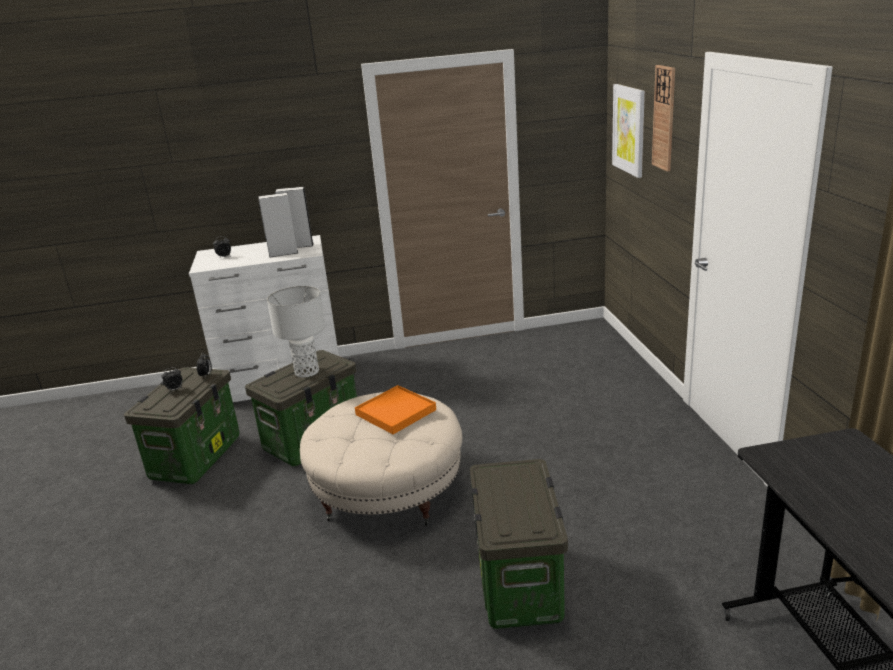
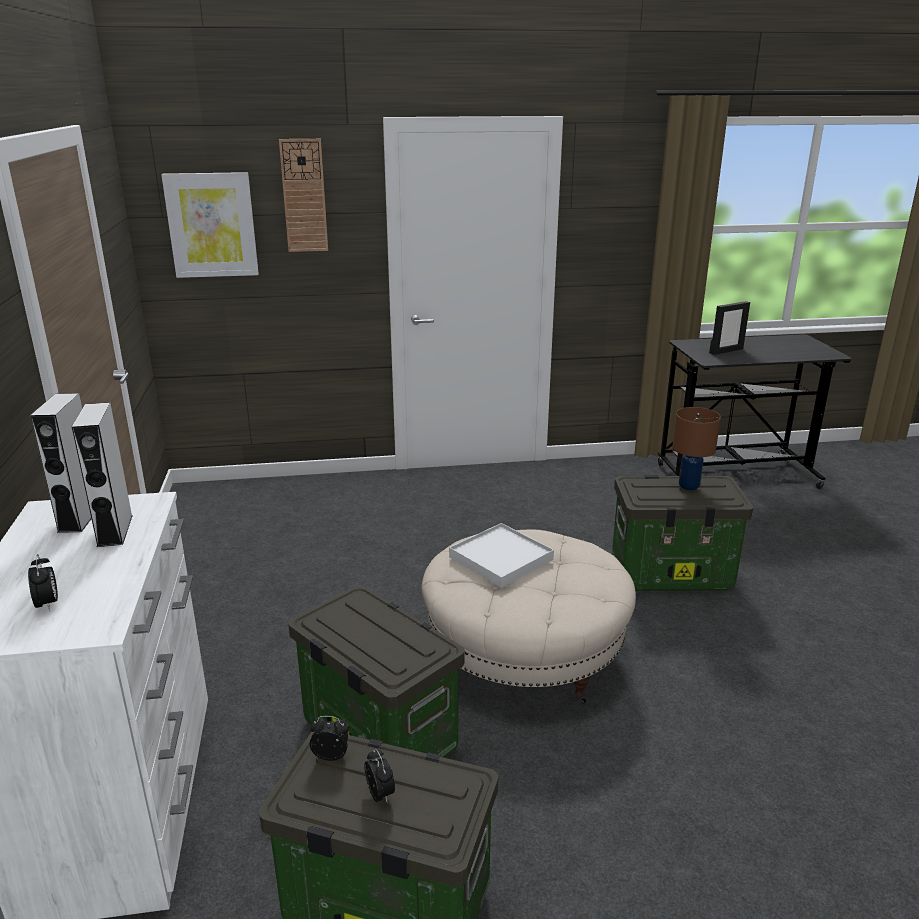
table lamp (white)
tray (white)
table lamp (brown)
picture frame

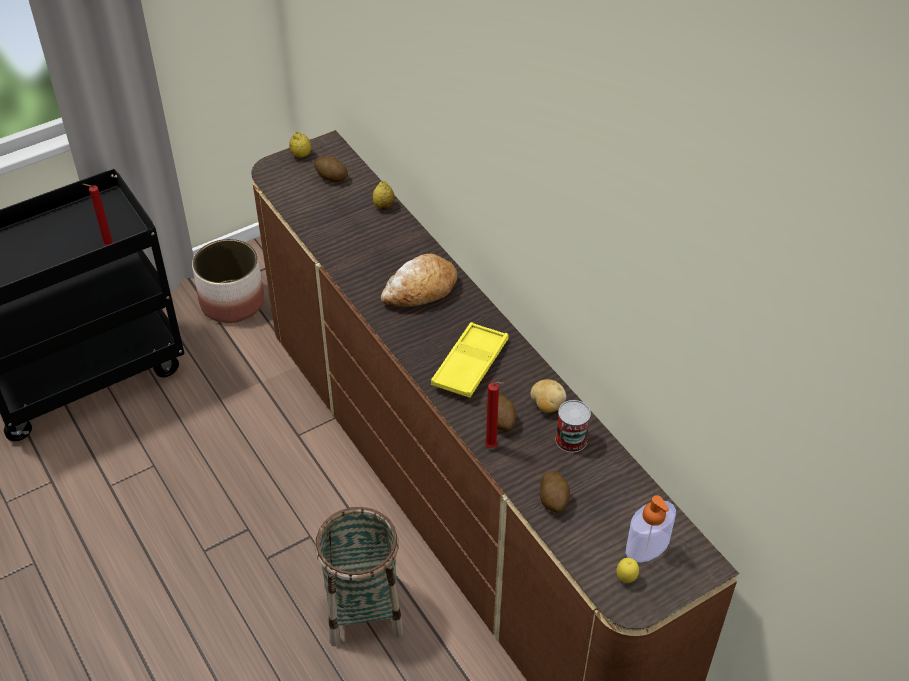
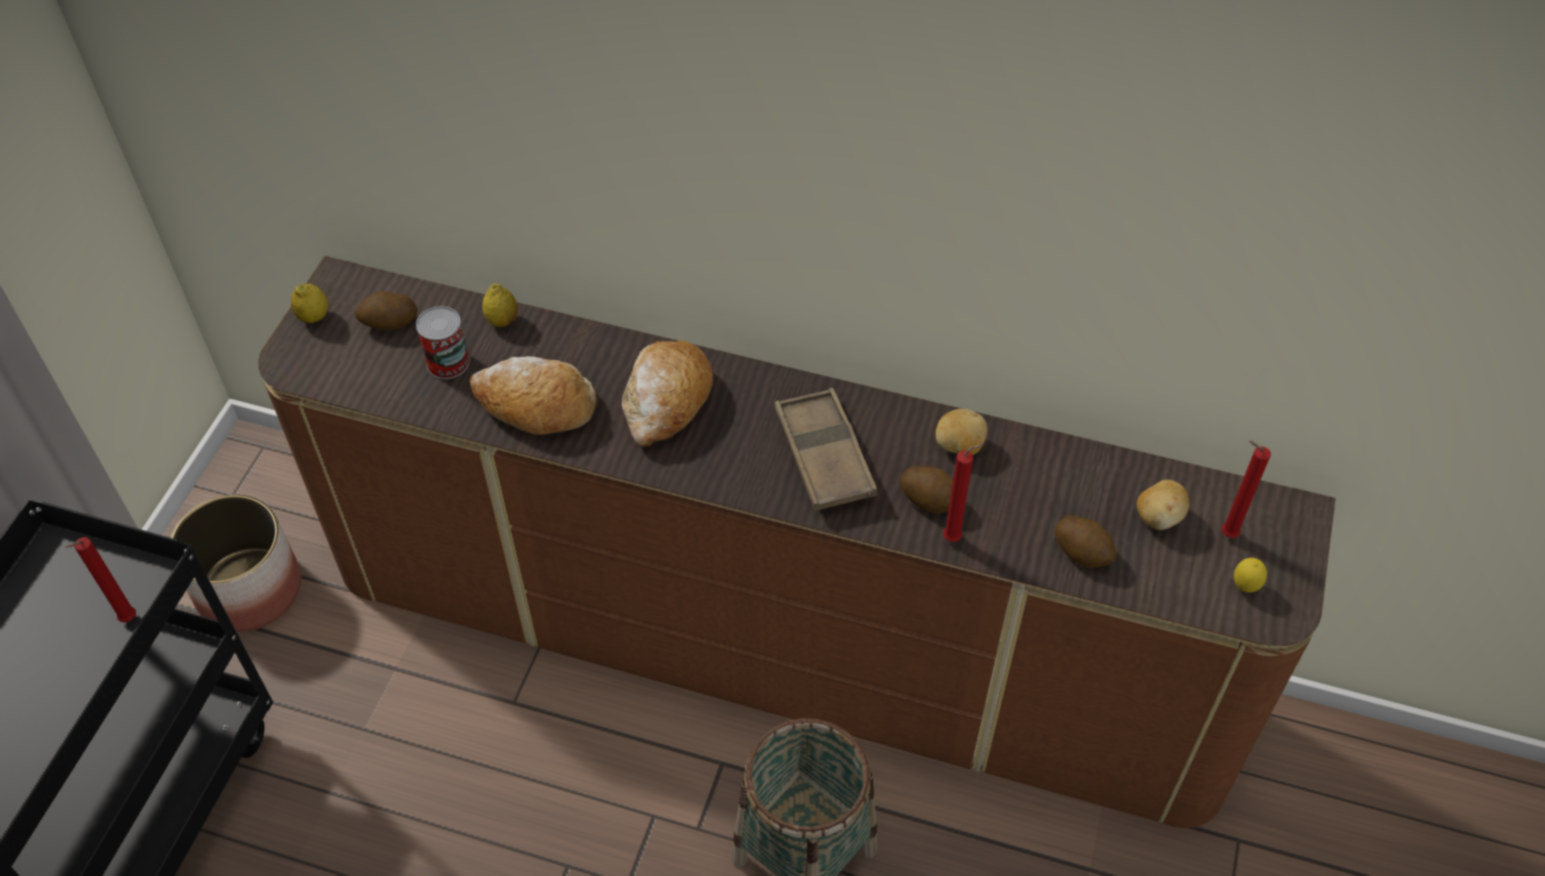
tray (brown)
can
candle (red) (3rd from left)
bread (1st from left)
potato (5th from left)

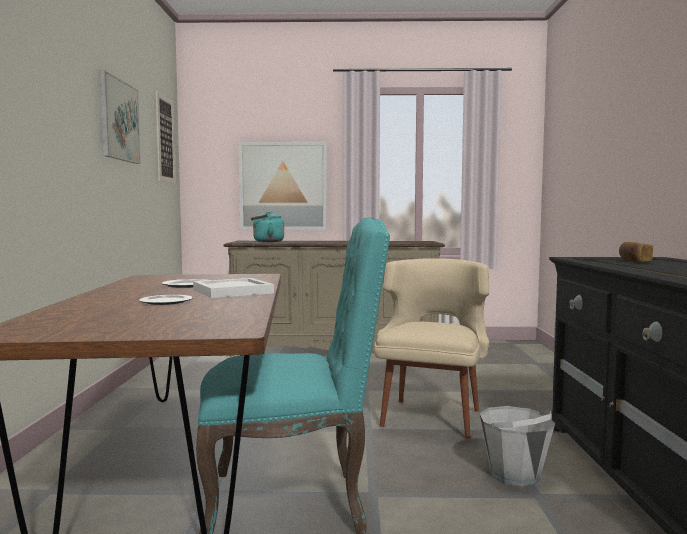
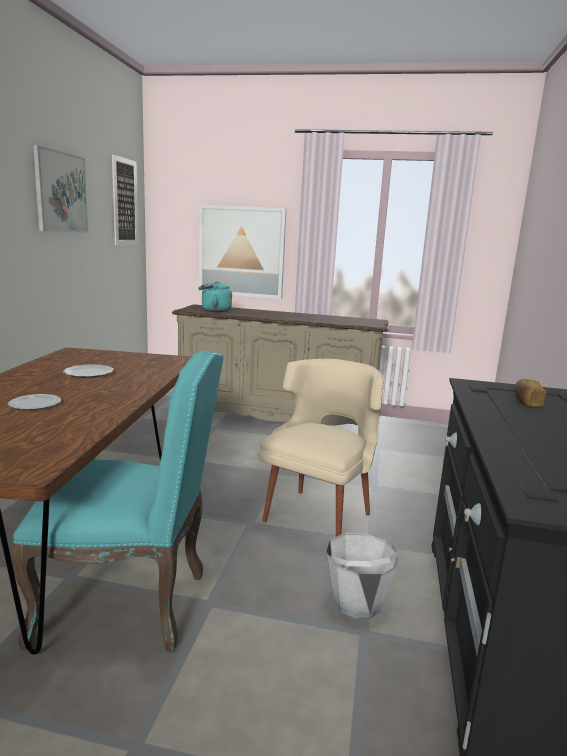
tray (white)

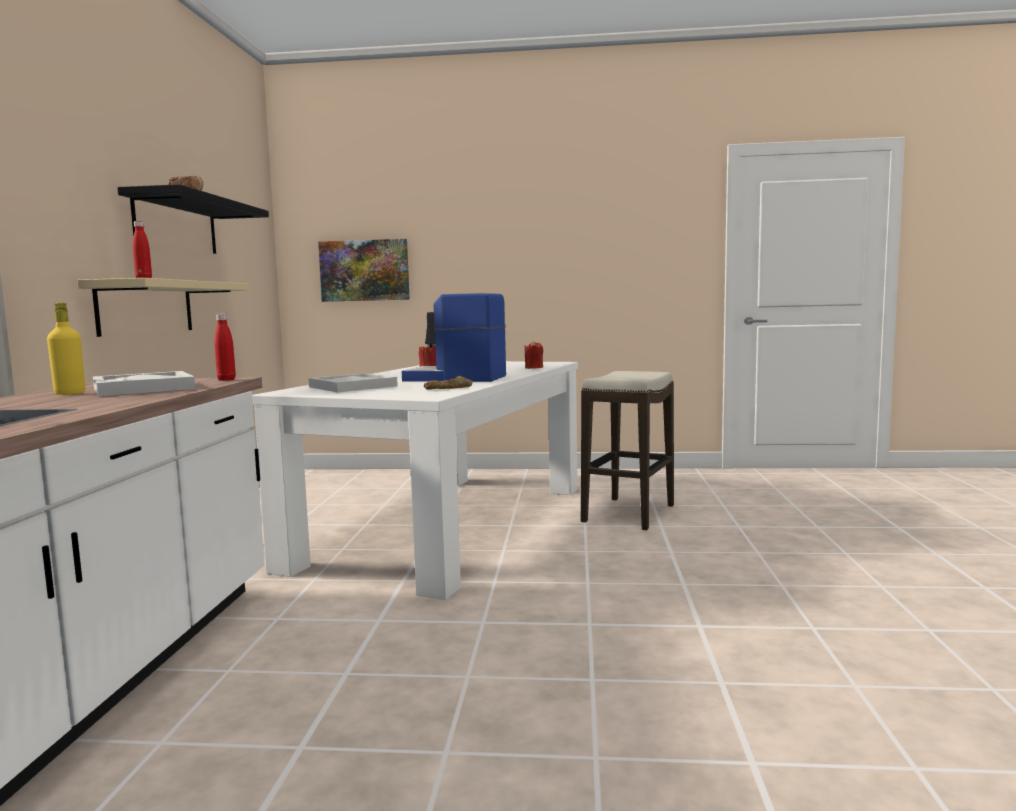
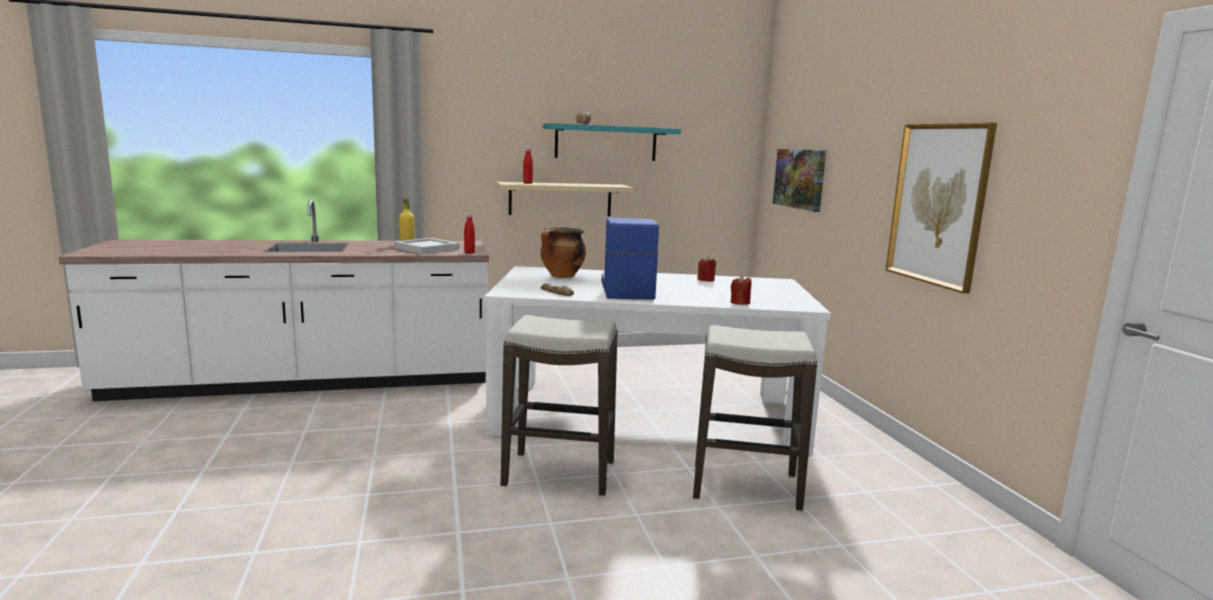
shelf (turquoise)
cooking pot
stool (1st from left)
picture (2nd from left)

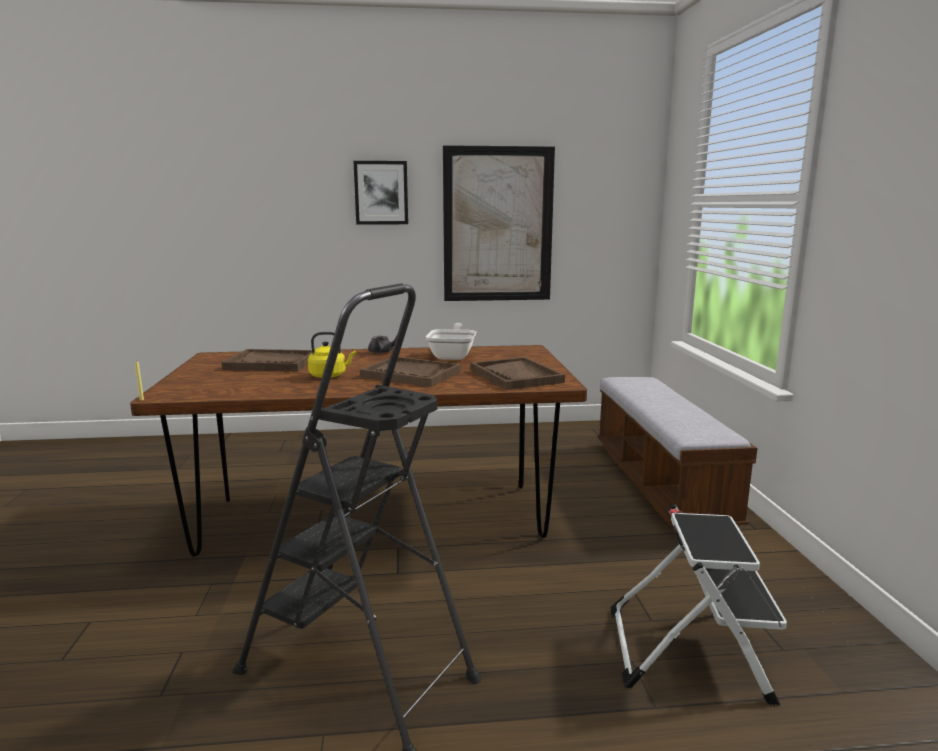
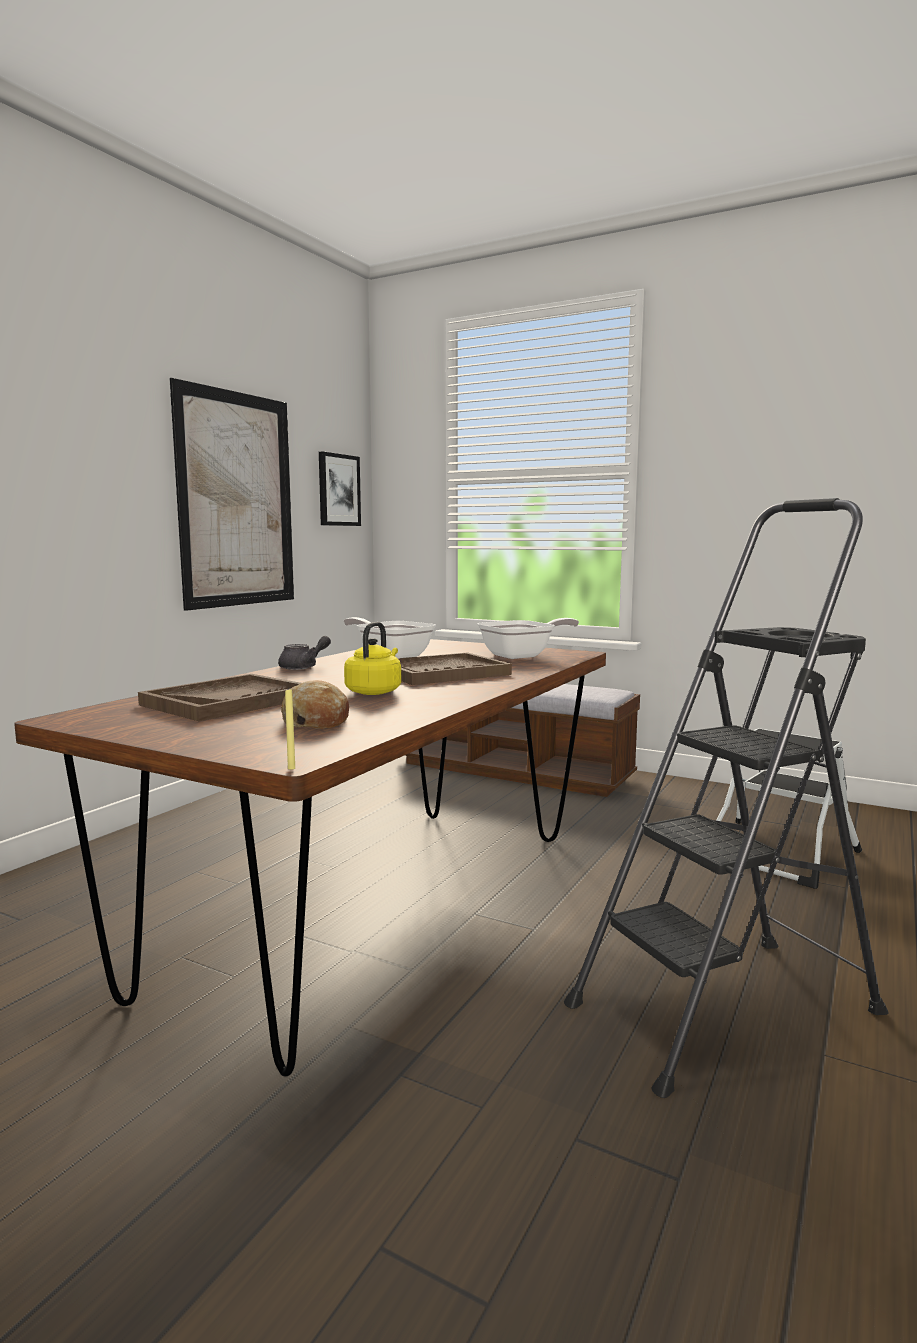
picture (2nd from left)
frying pan (2nd from left)
bread

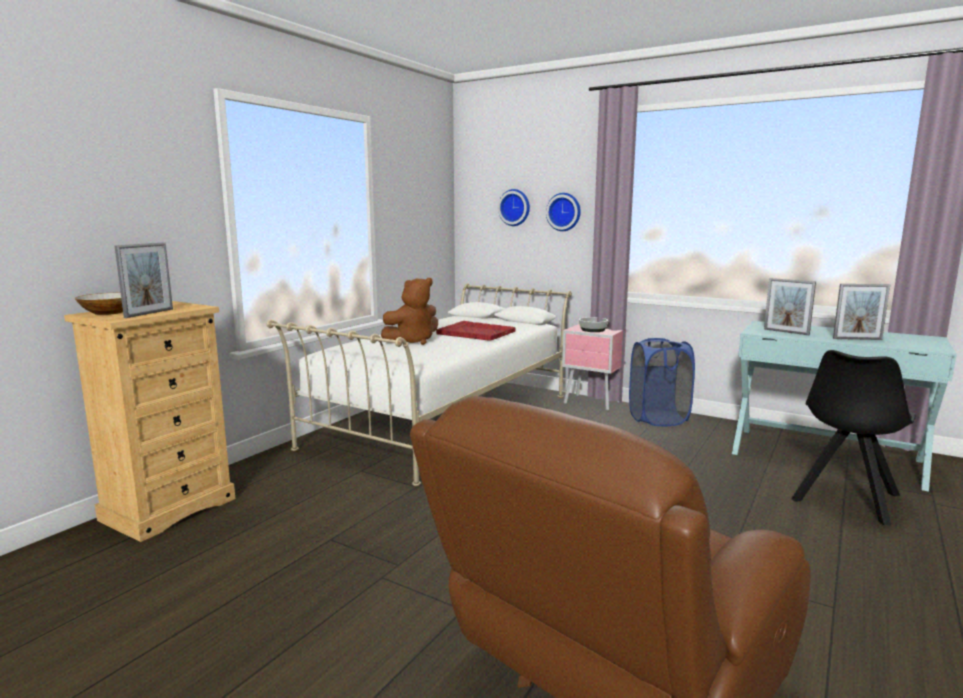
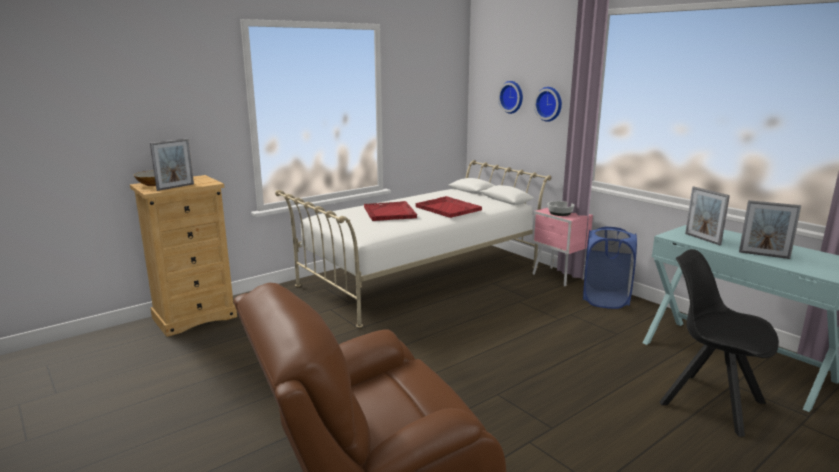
tray (red) (1st from left)
chair (black)

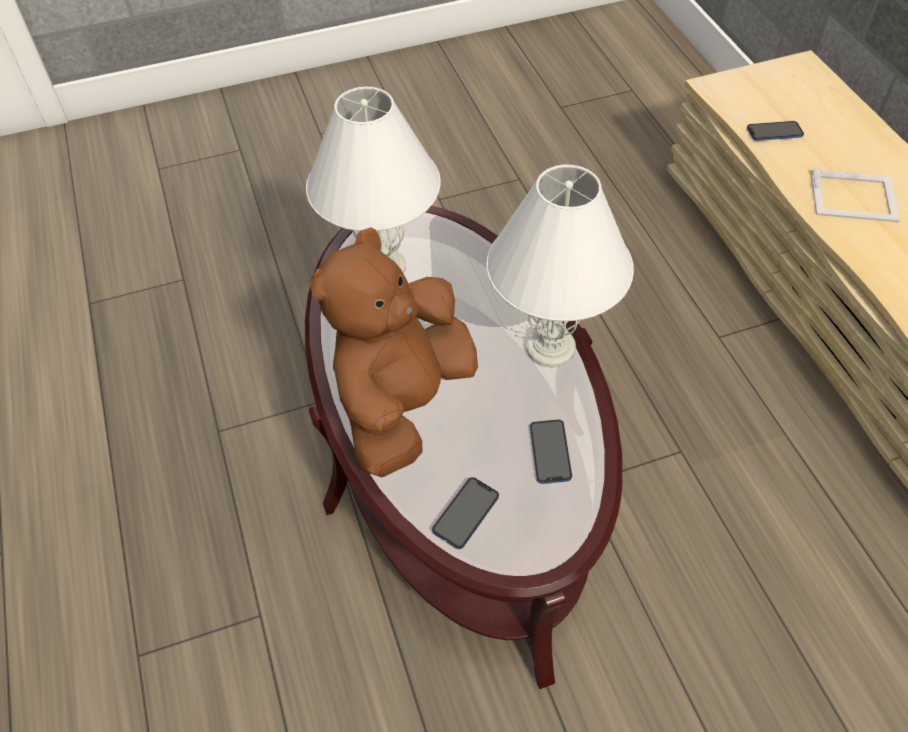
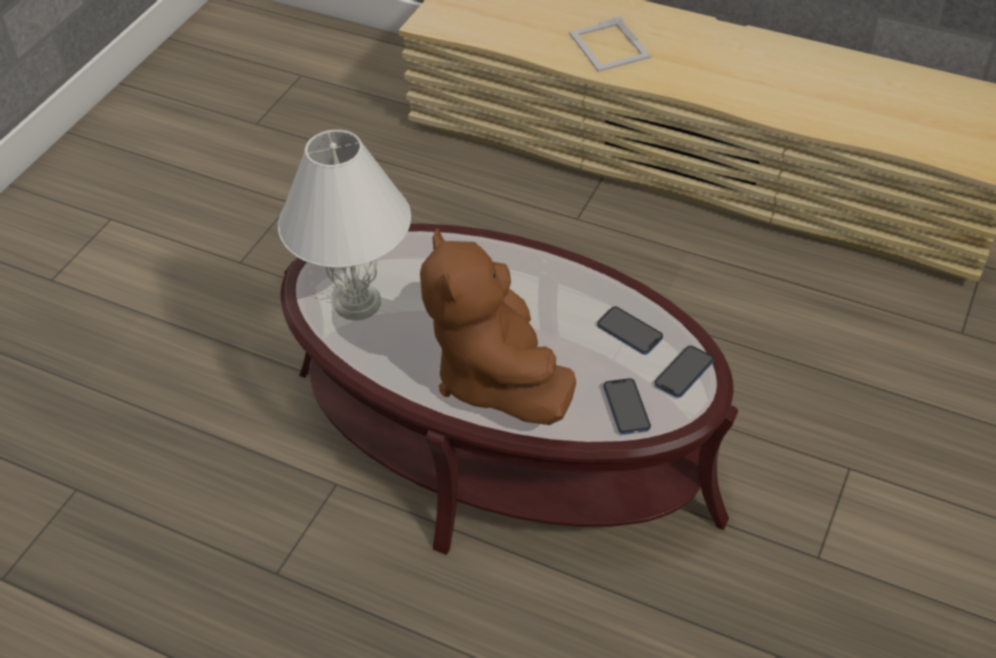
table lamp (white) (2nd from left in the first image)
phone (3rd from left)
picture frame

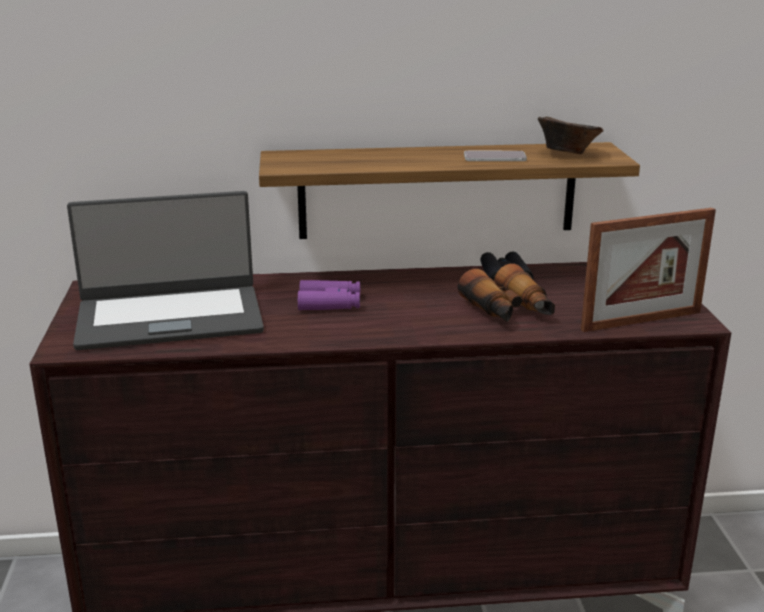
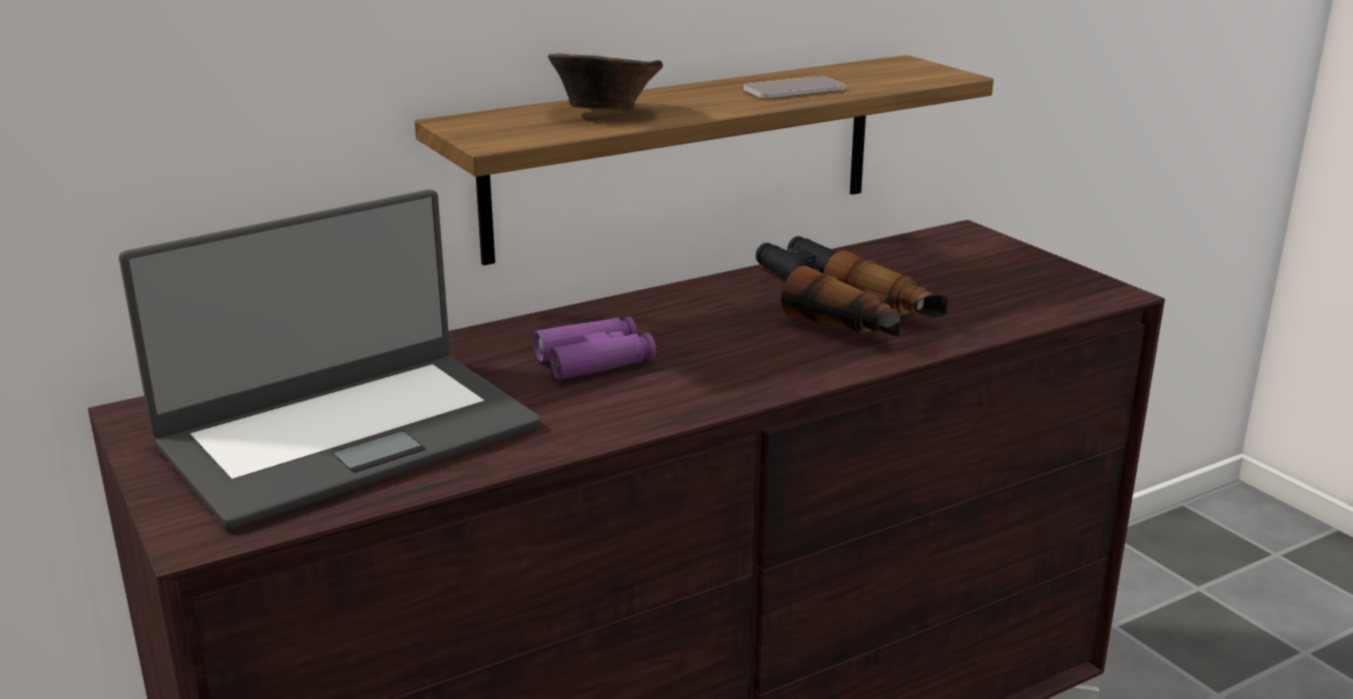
bowl (brown)
picture frame

